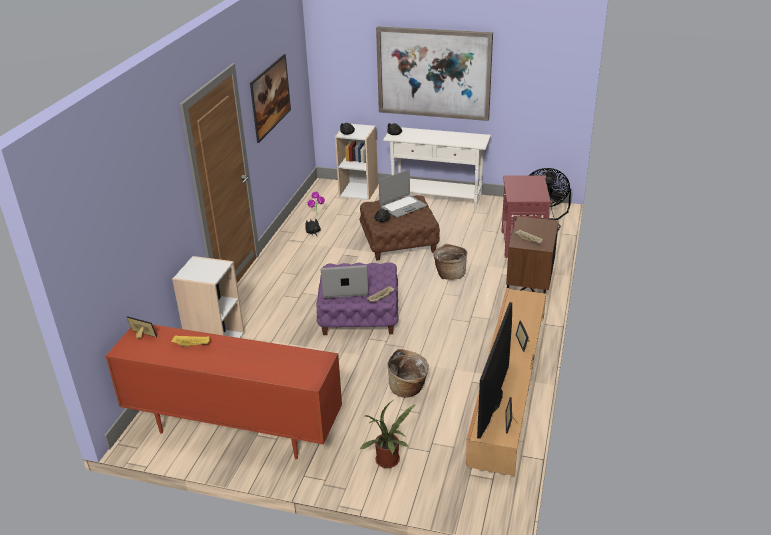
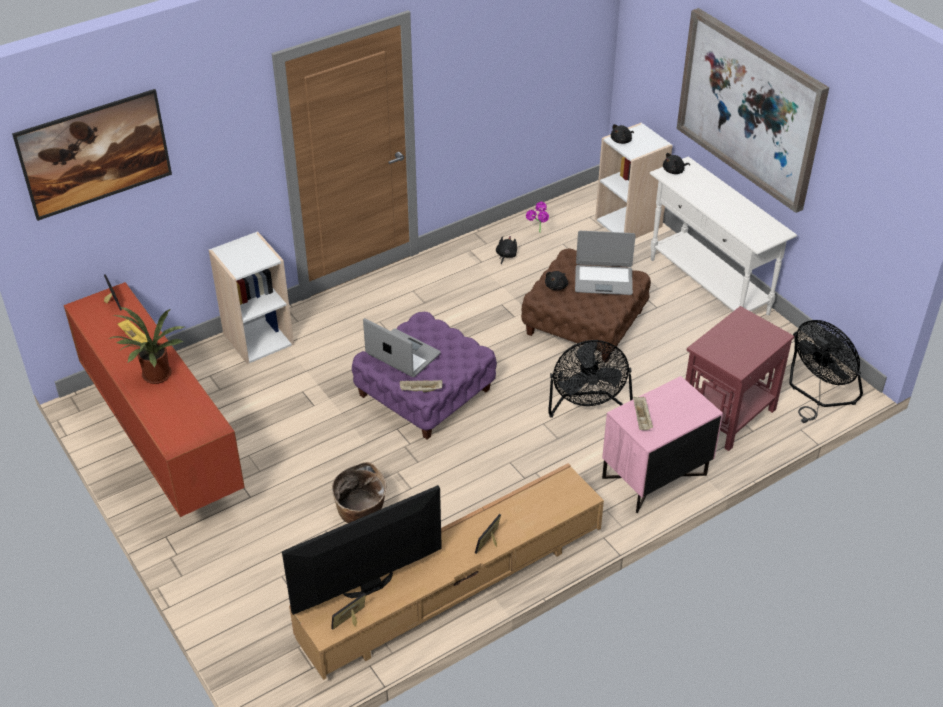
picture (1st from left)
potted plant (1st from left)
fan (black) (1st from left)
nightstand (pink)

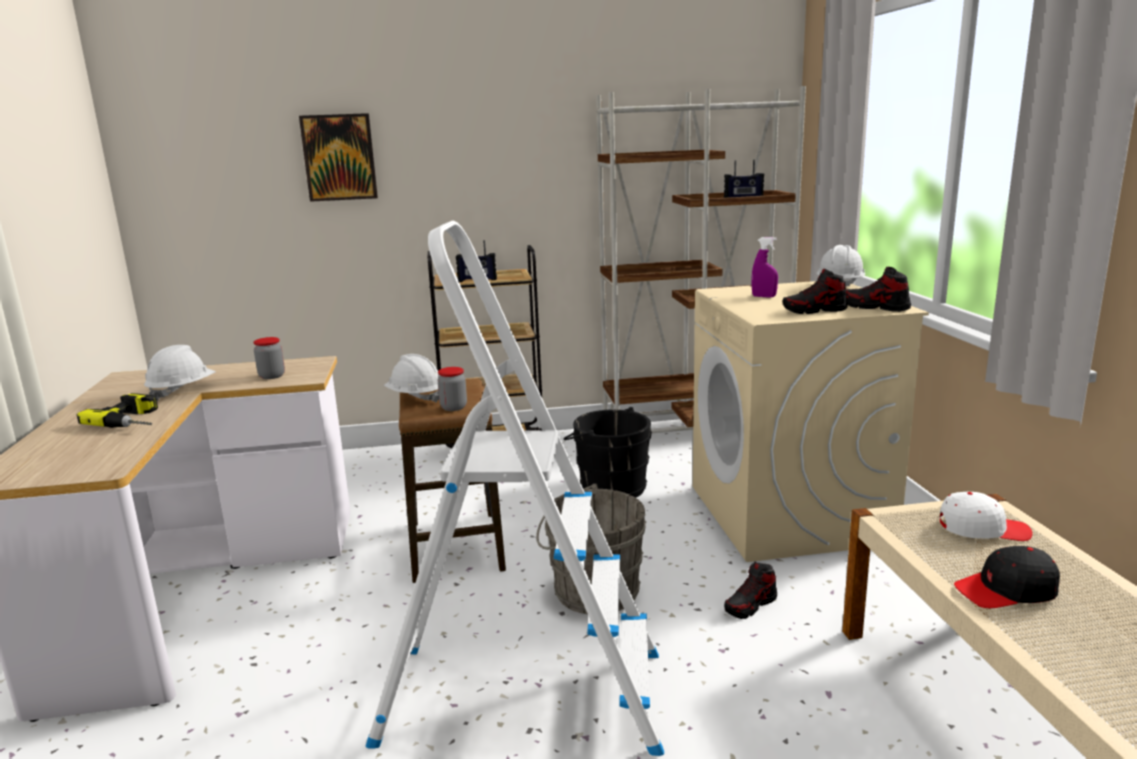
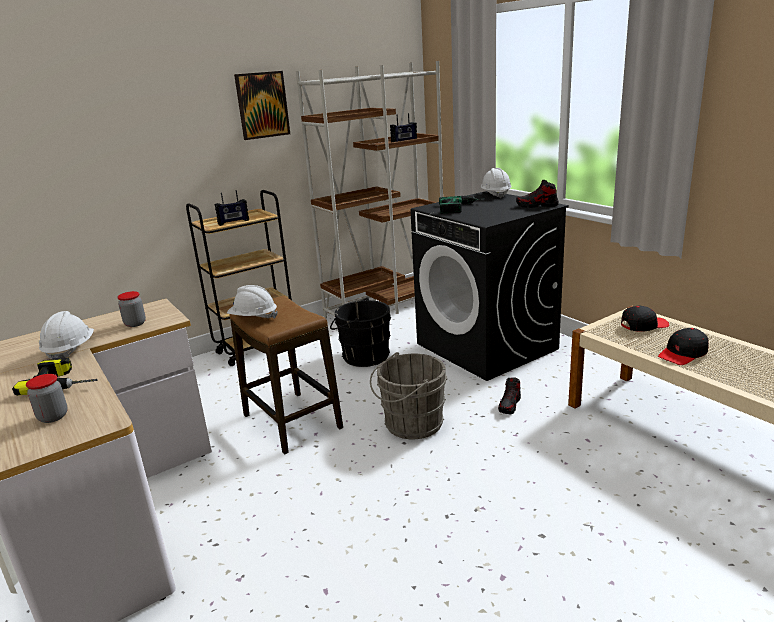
picture
step ladder (white)
jar (1st from left)
washing machine (black)
power drill (2nd from left)
shoe (2nd from left in the first image)
cap (black) (1st from left)

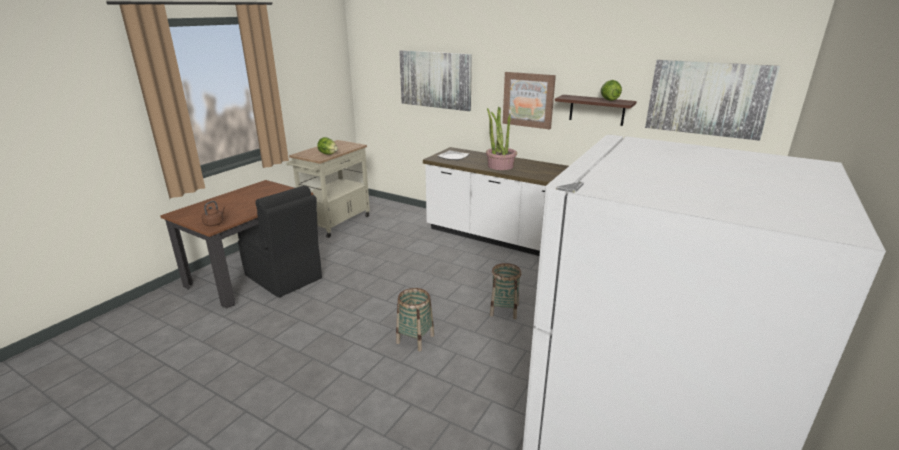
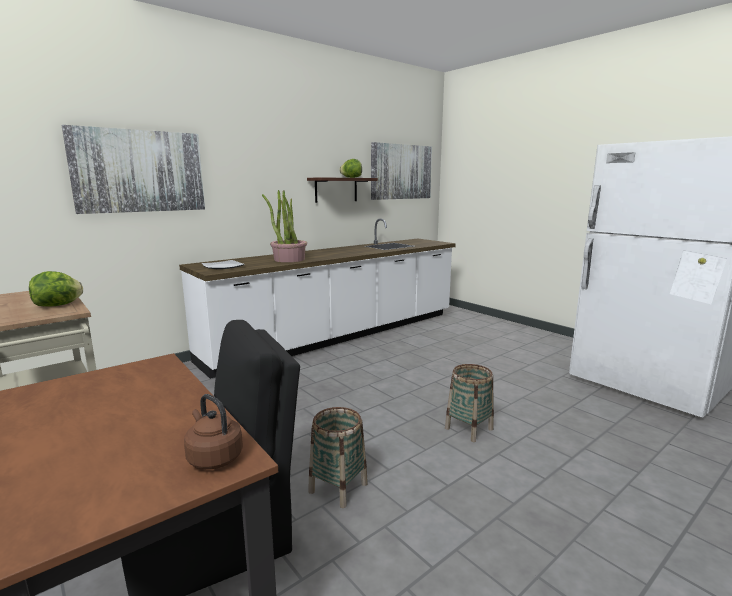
basket (1st from left)
picture (2nd from left in the first image)

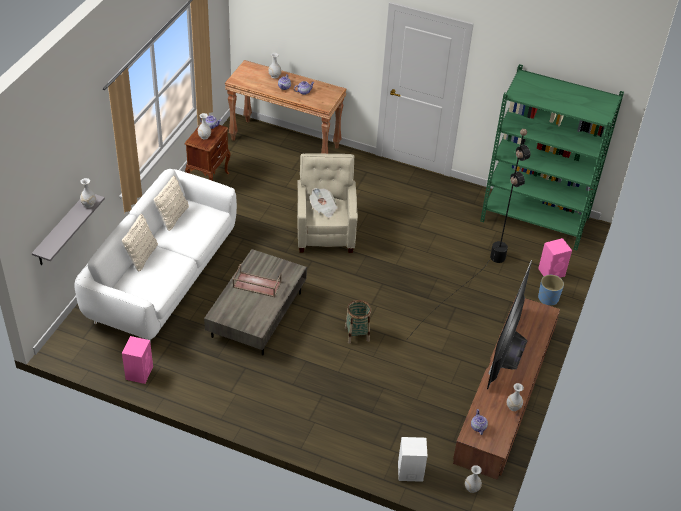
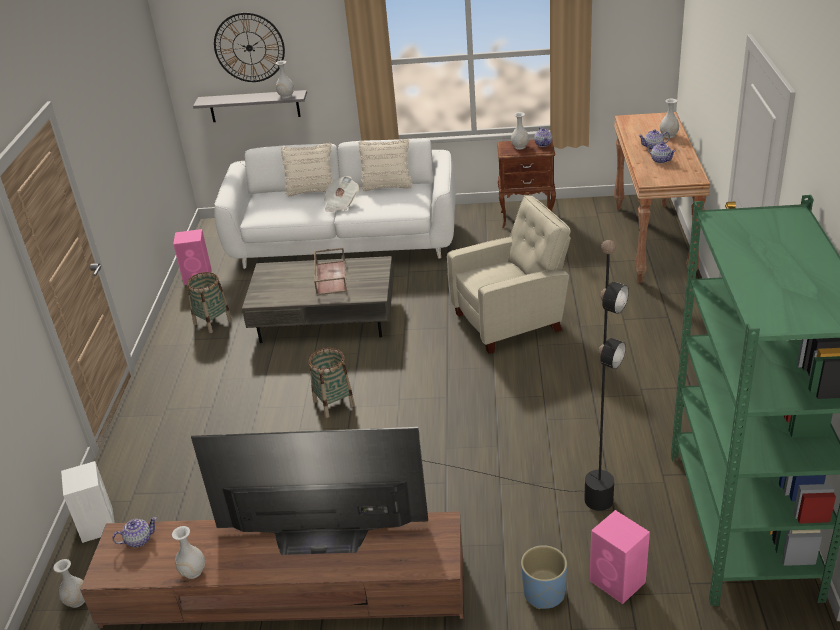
newspaper
basket (1st from left)
wall clock

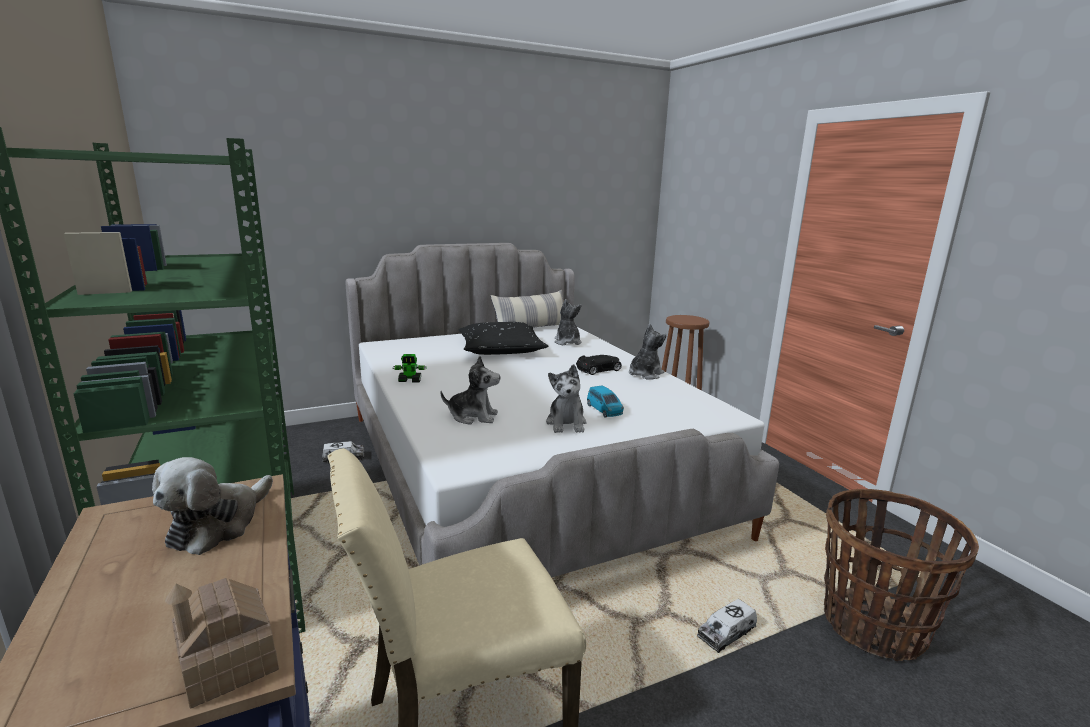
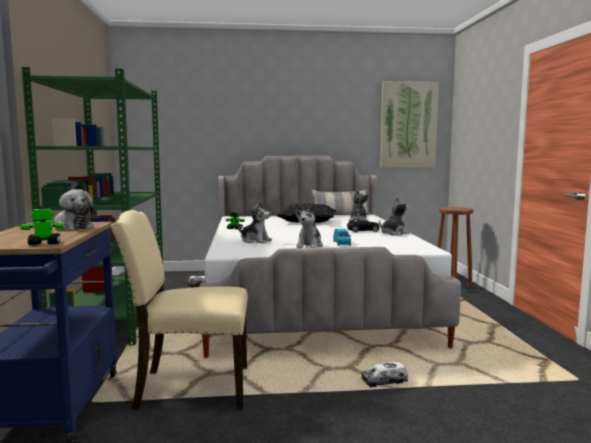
plush toy (1st from left)
toy robot (1st from left)
basket
picture

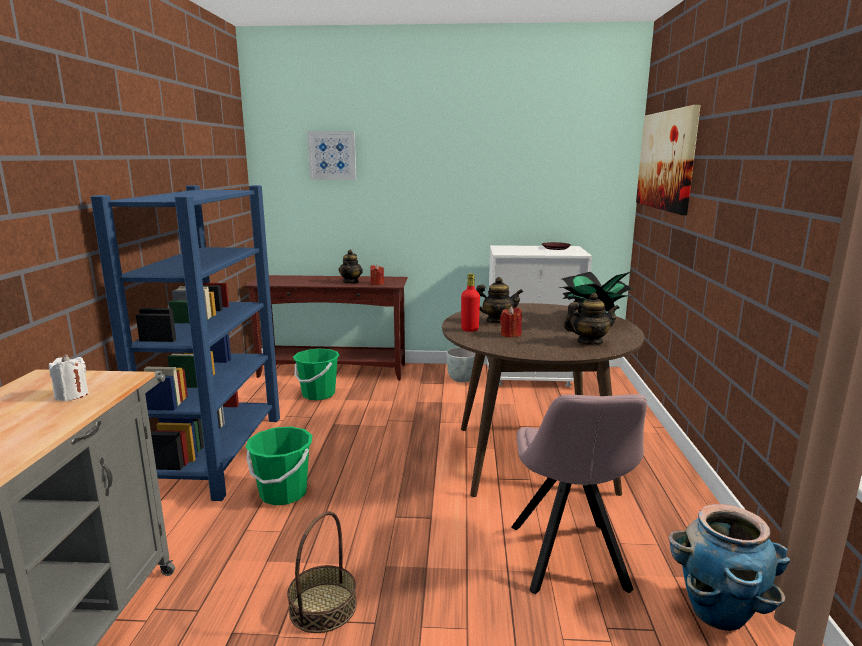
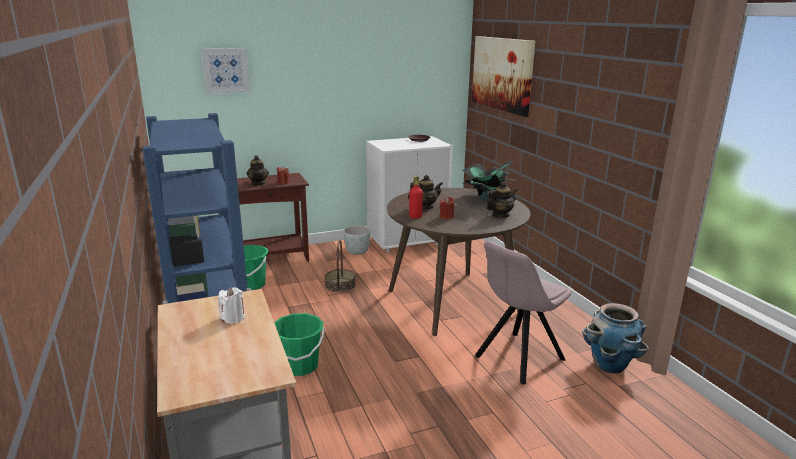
basket
chair (pink)

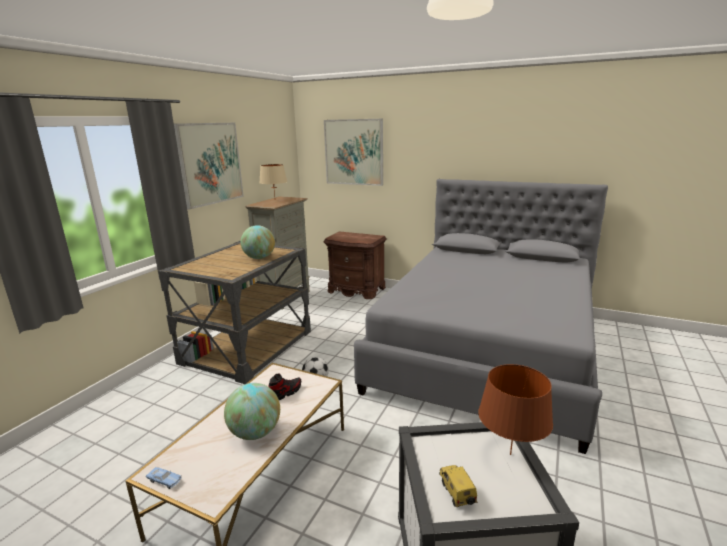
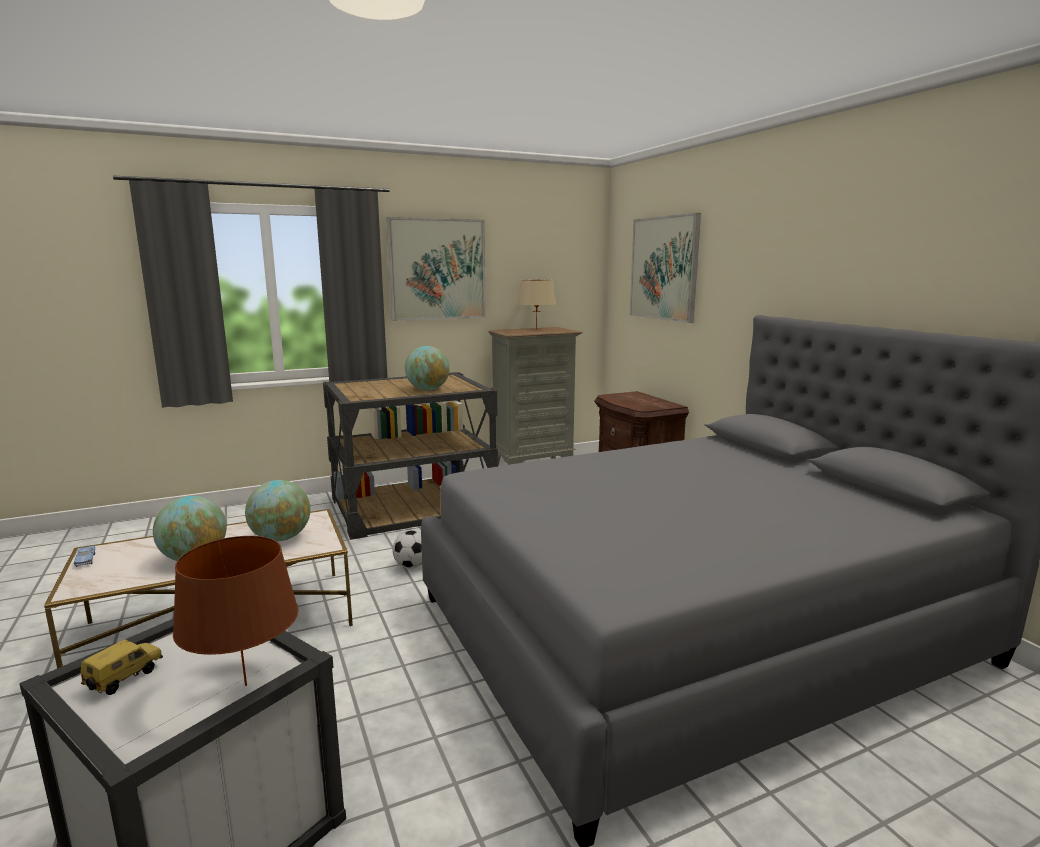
globe (2nd from left)

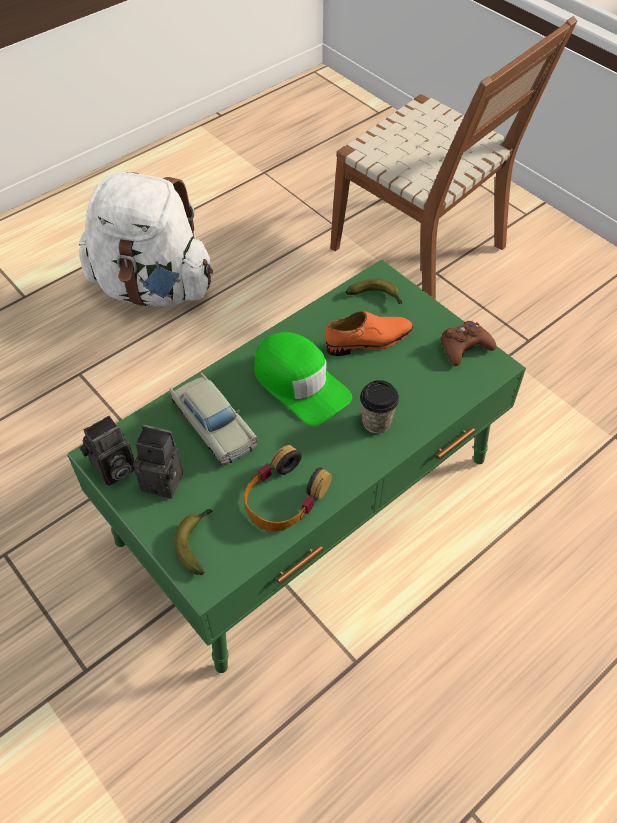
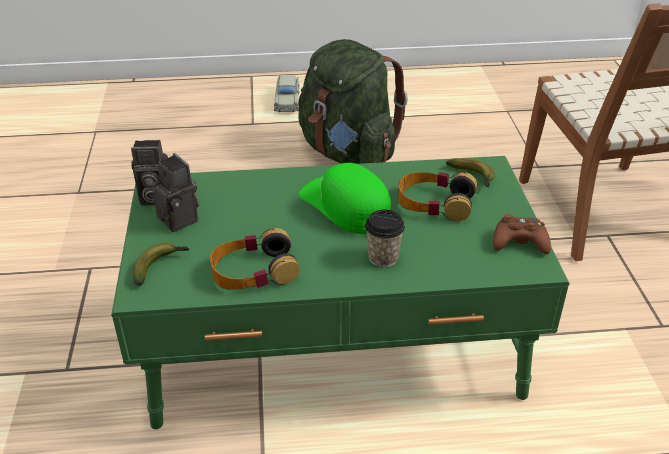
backpack (green)
toy car (beige)
cap (green)
headphones (2nd from left)

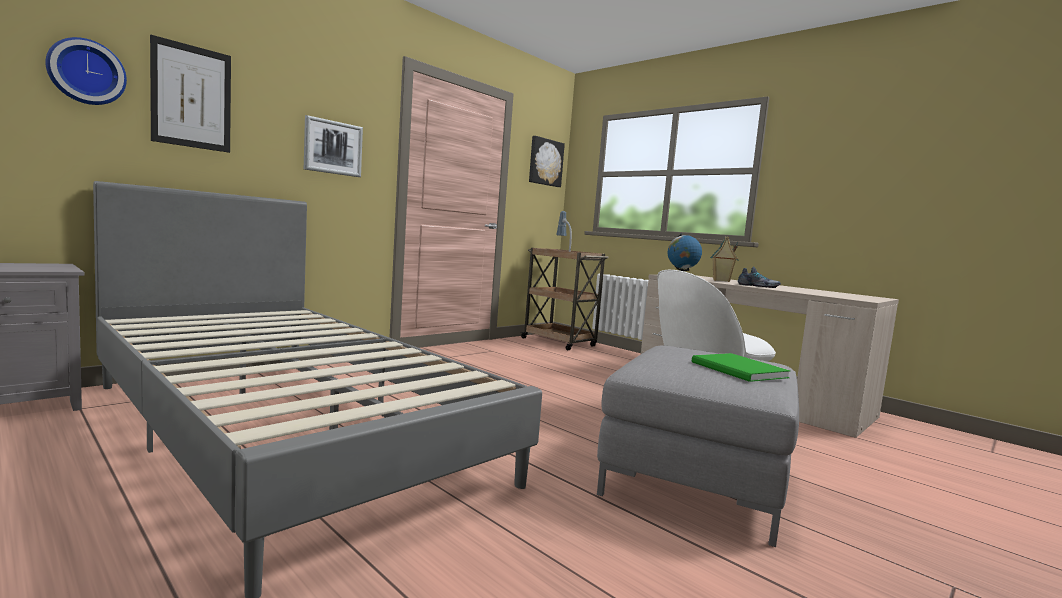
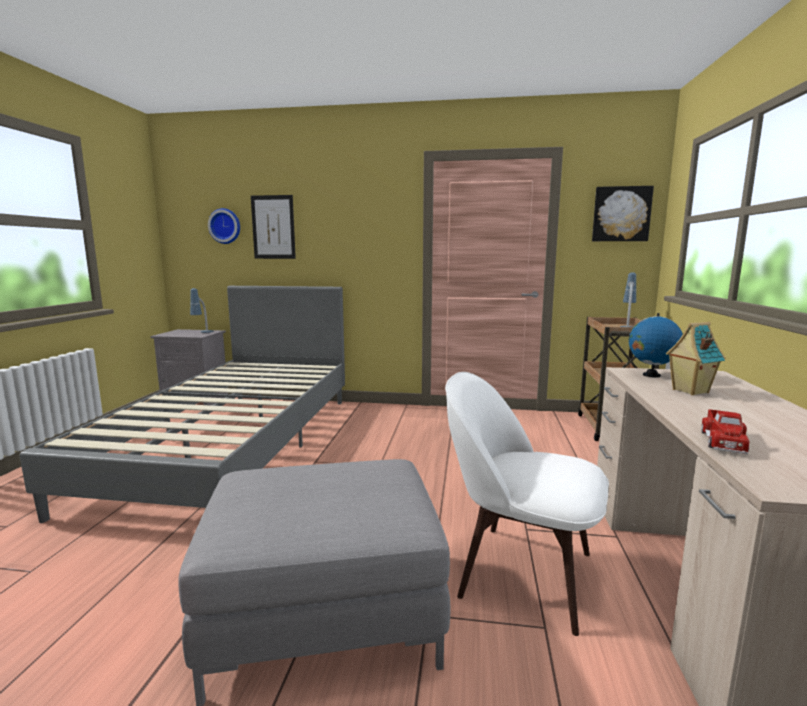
picture (2nd from left in the first image)
book (green)
shoe
table lamp (1st from left)
toy truck

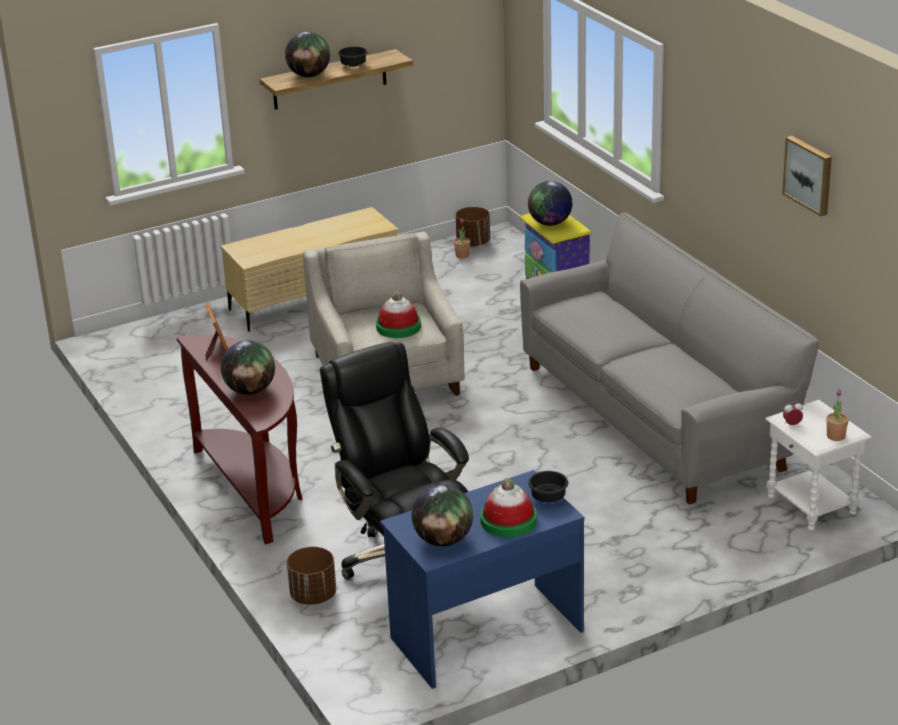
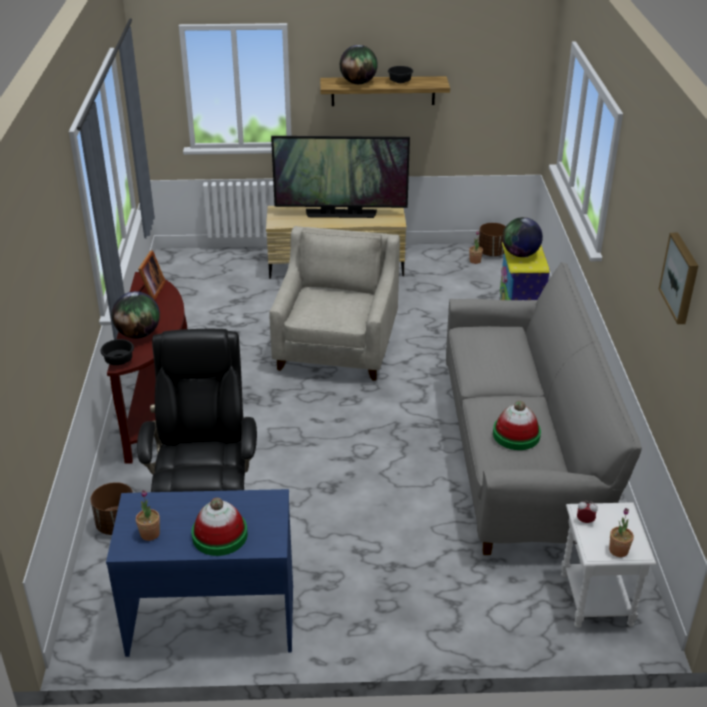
hat (2nd from left)
potted plant (1st from left)
bowl (black) (1st from left)
television

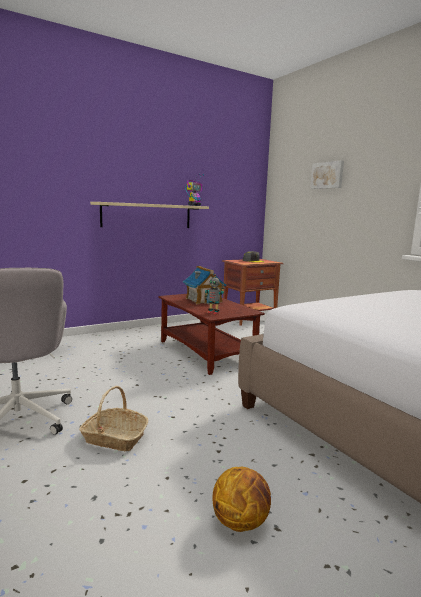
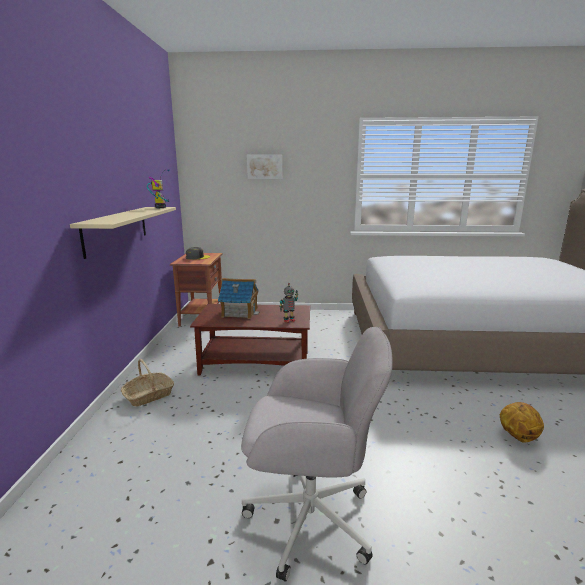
basket

